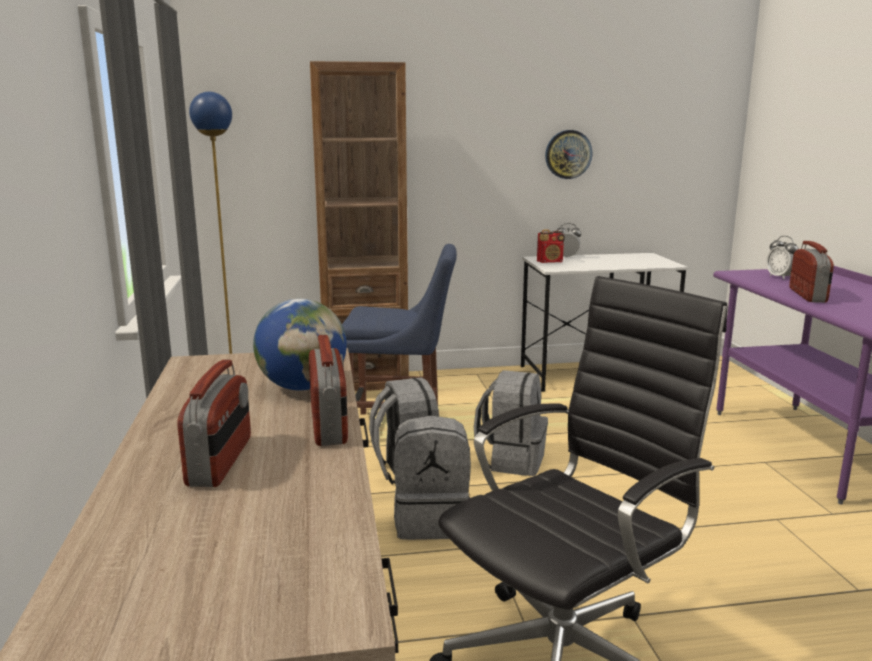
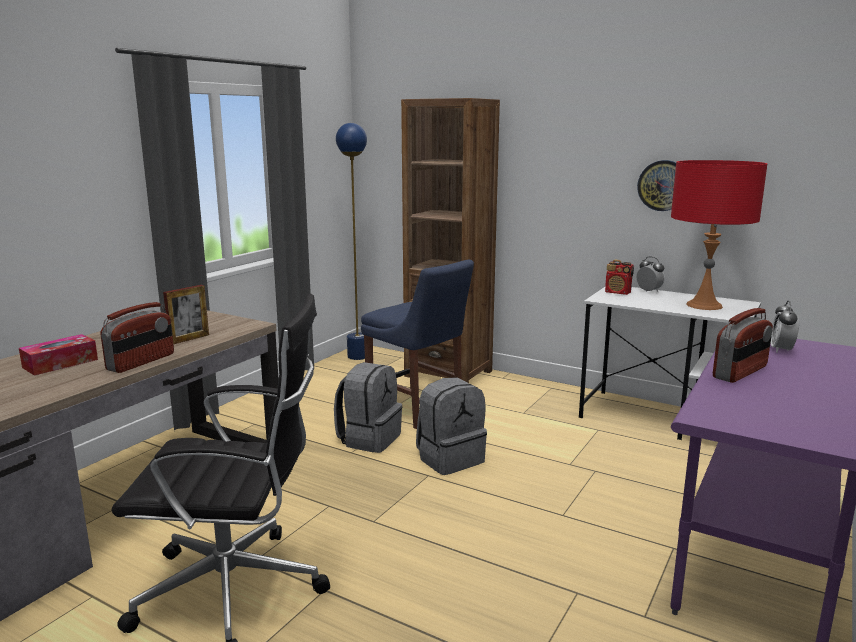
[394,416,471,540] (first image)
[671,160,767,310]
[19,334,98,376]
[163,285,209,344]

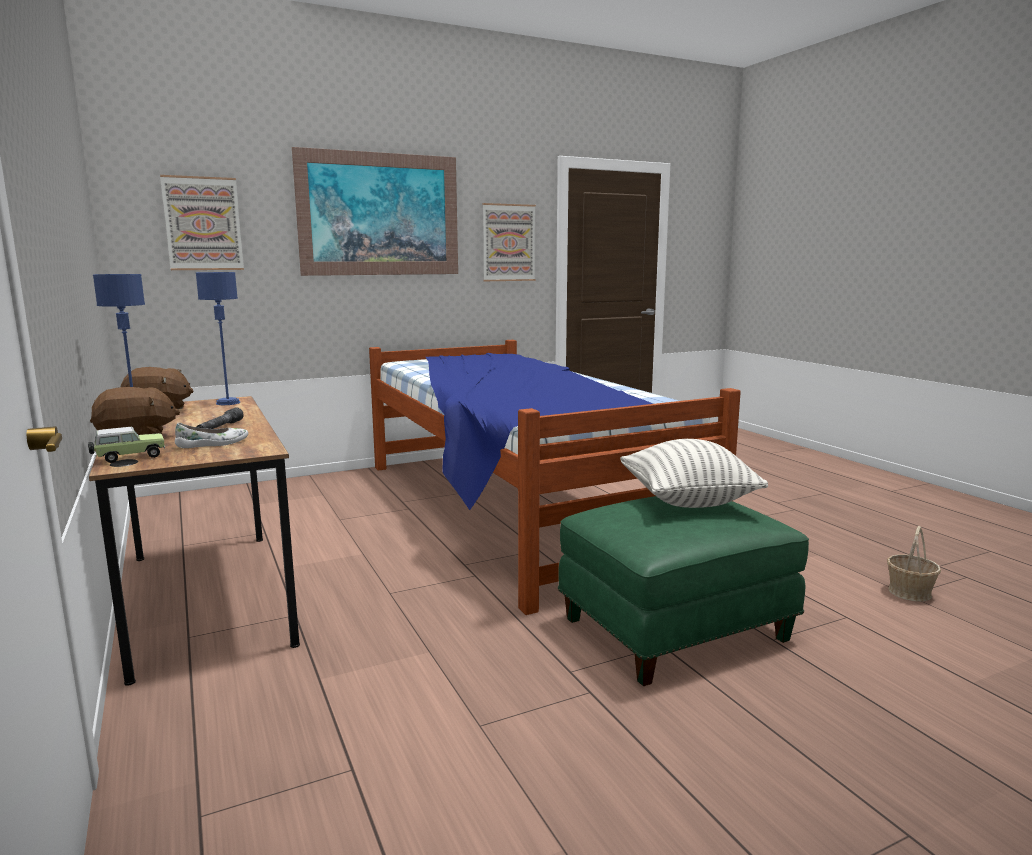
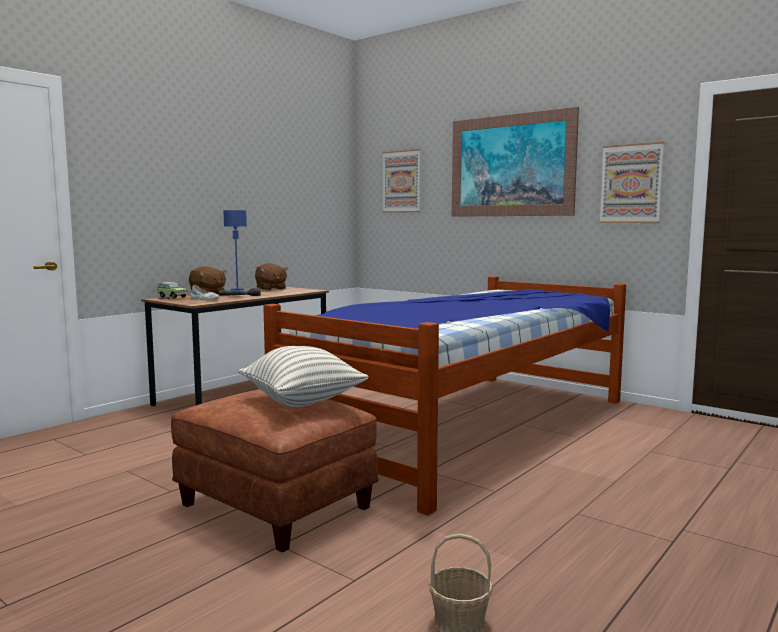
[196,272,240,405] (first image)
[171,389,379,553]

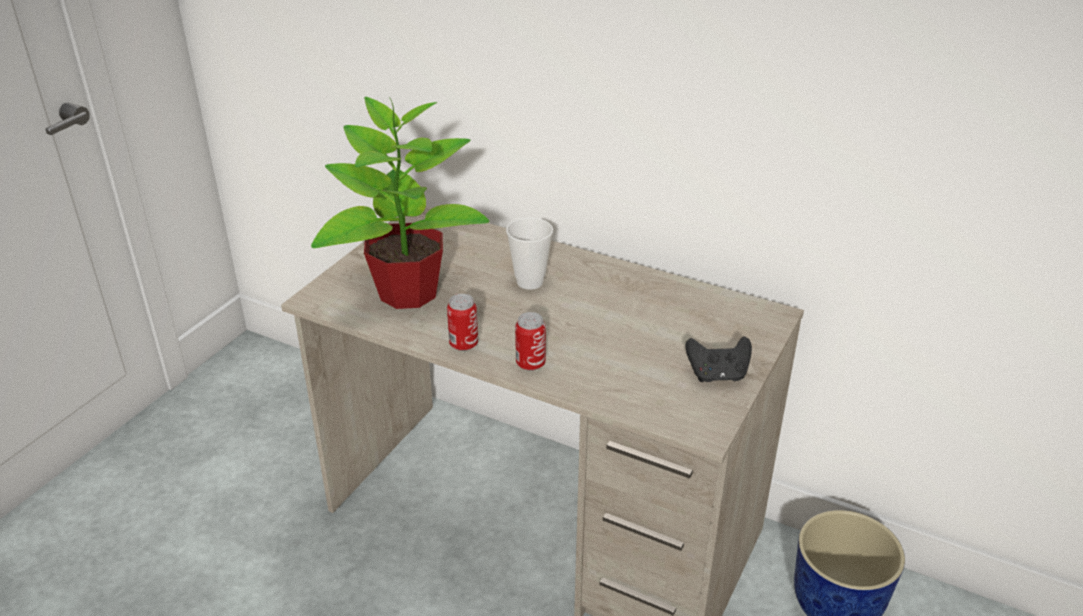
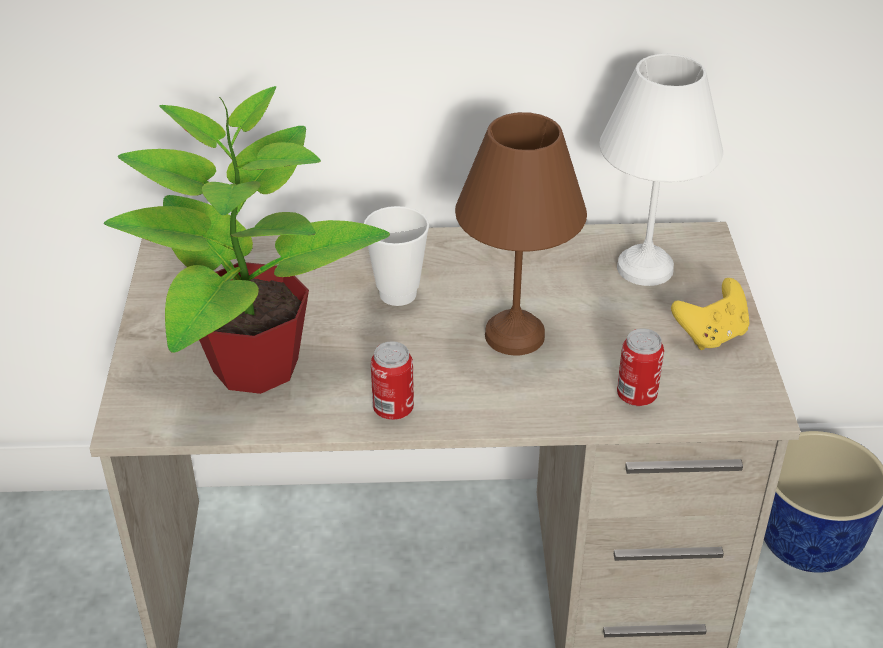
[455,112,587,355]
[600,54,723,286]
[617,328,664,406]
[671,278,749,350]

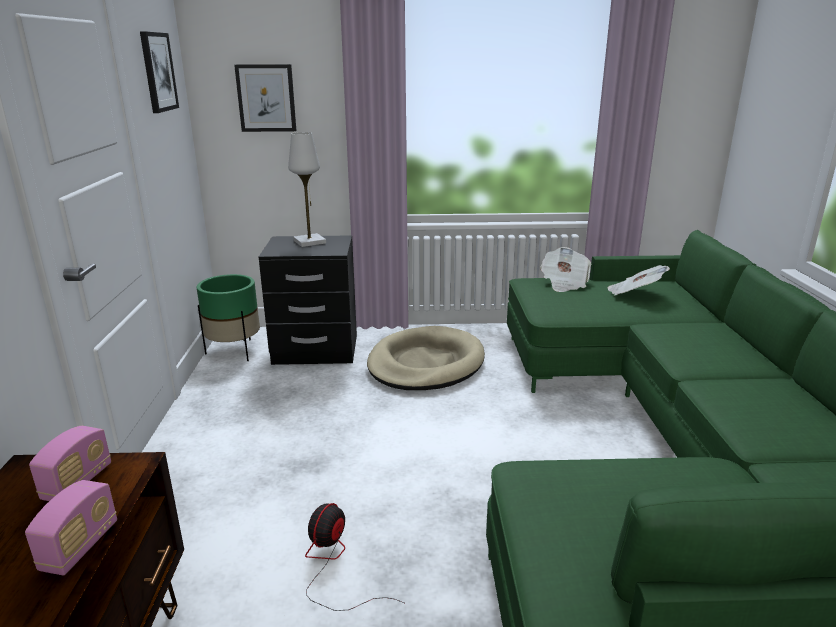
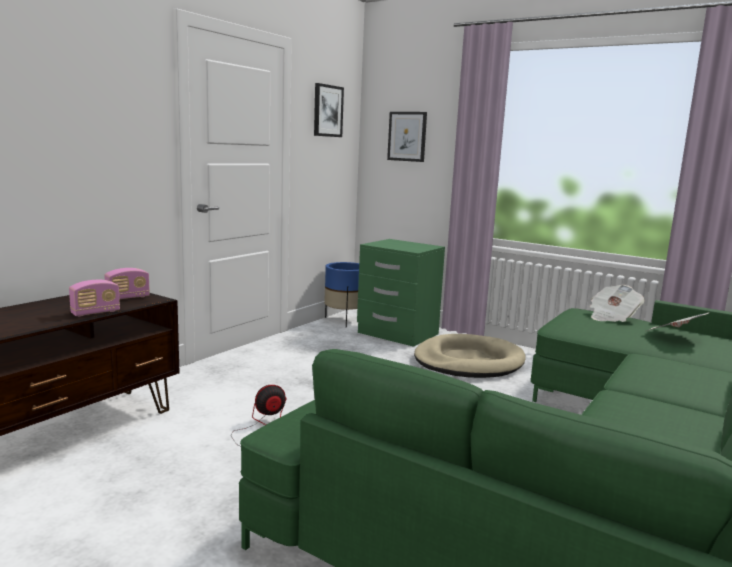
[288,132,326,247] (first image)
[324,262,359,328]
[357,239,445,347]

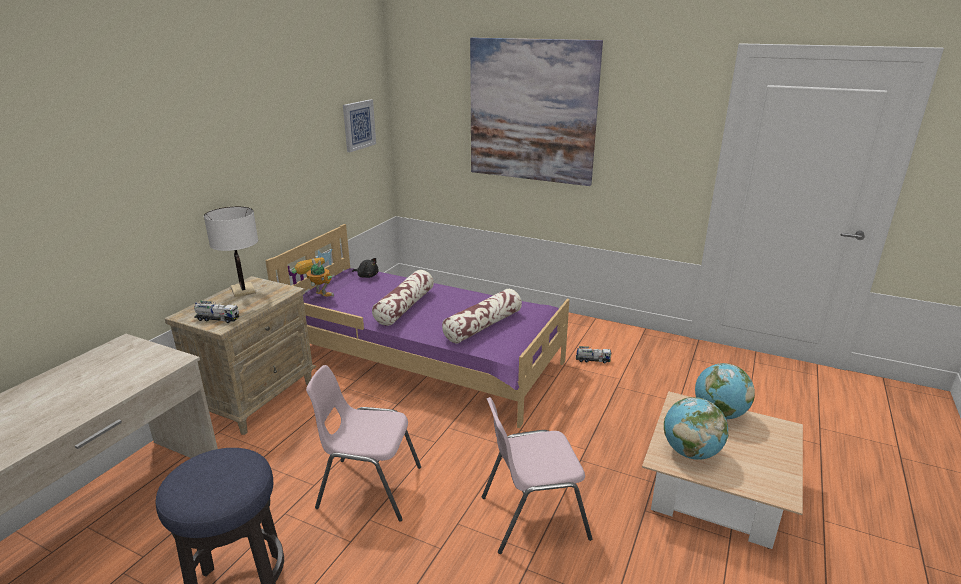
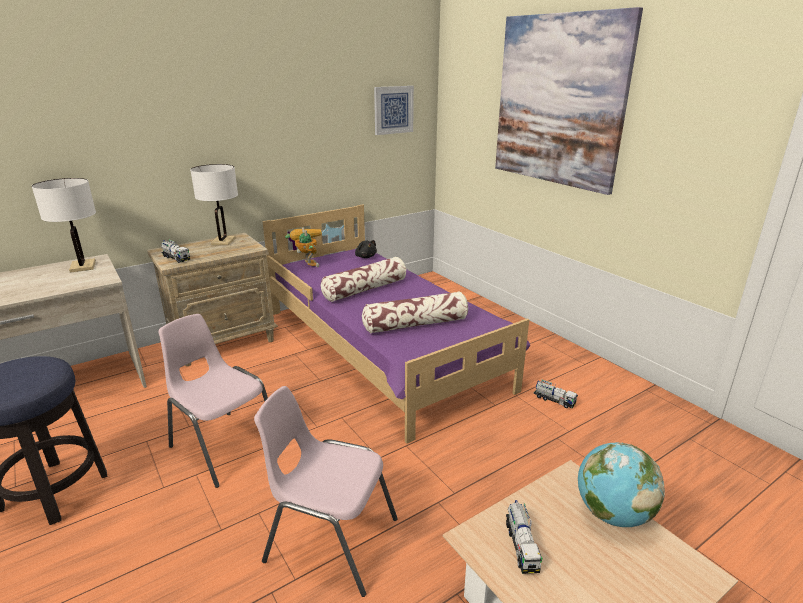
[32,178,96,273]
[506,500,542,574]

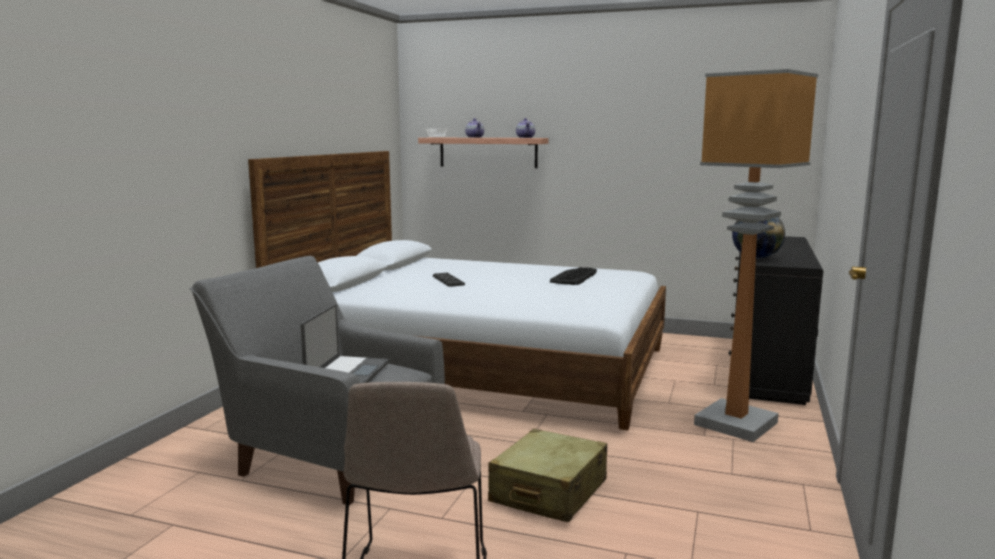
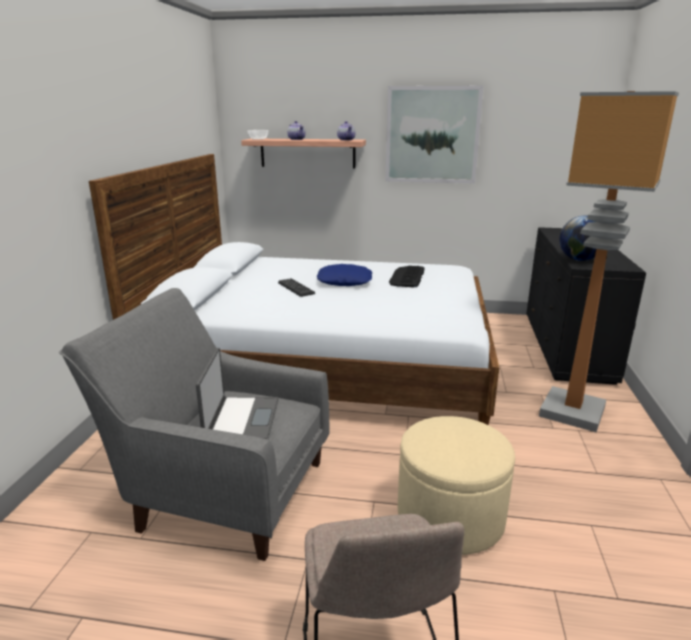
[317,264,372,286]
[385,86,484,183]
[398,416,515,555]

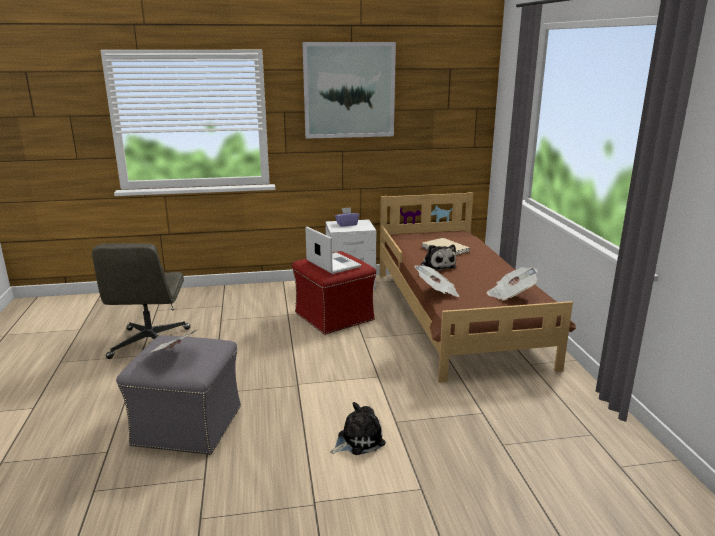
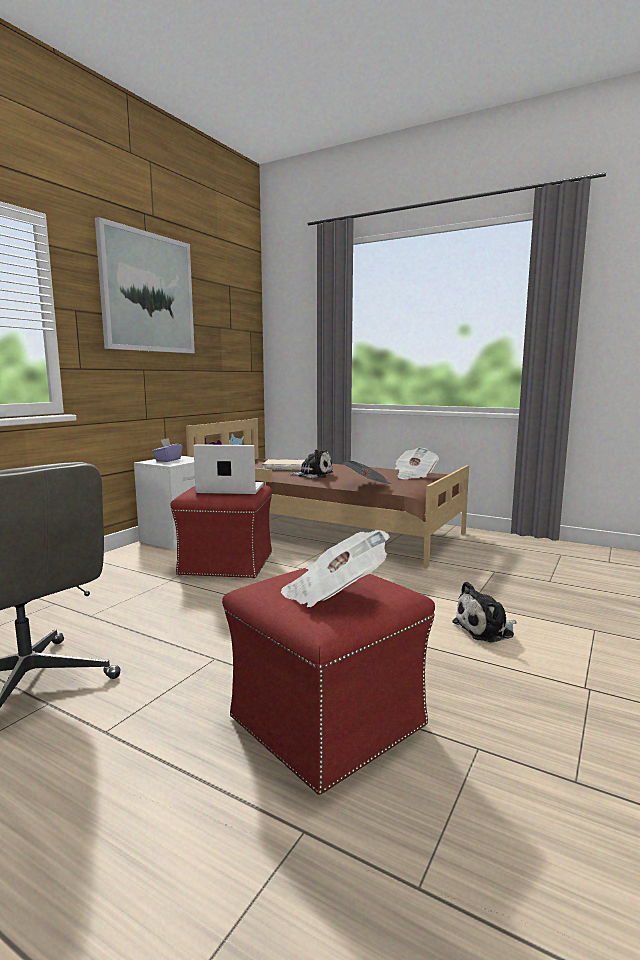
[222,568,435,795]
[452,581,517,643]

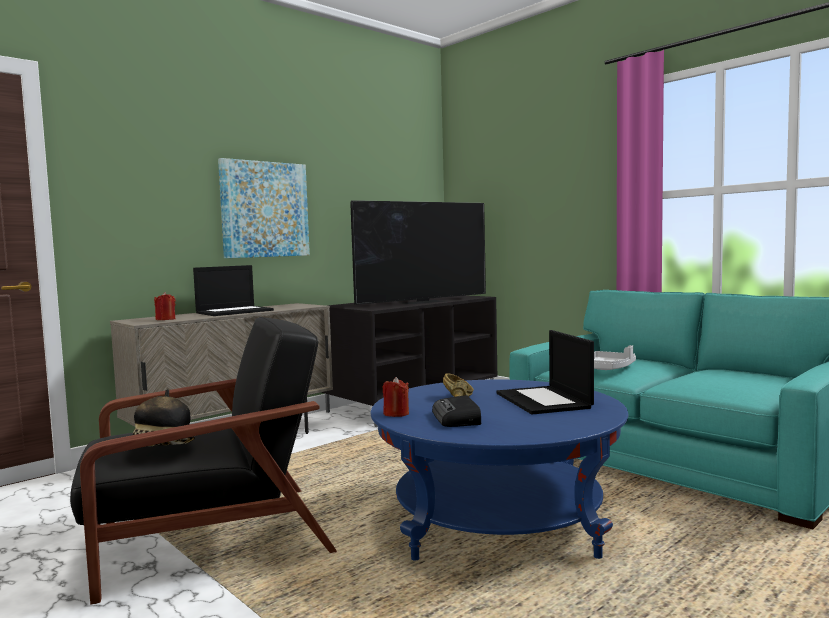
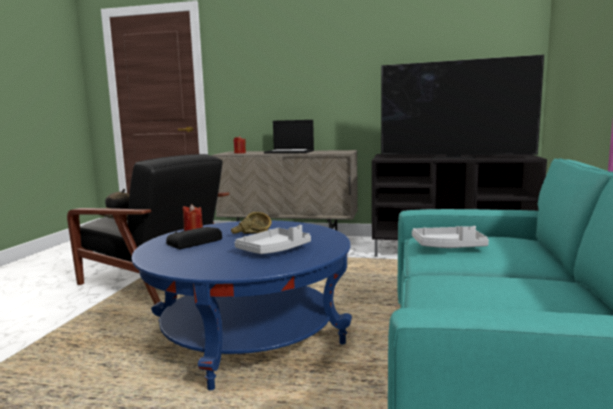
[218,158,310,258] (first image)
[235,225,311,254]

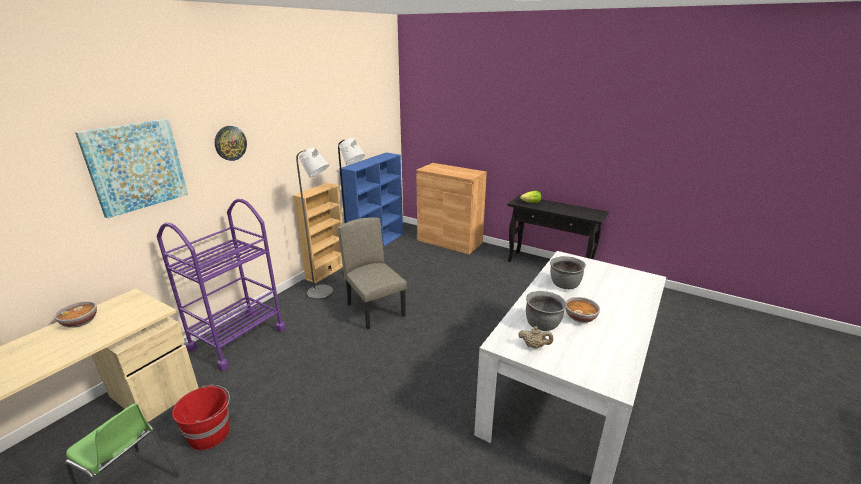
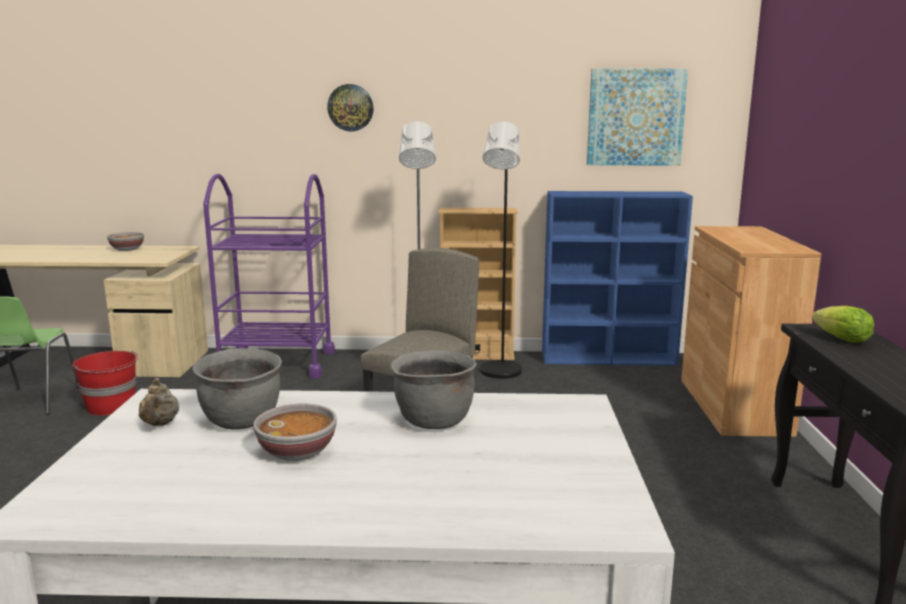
[587,68,688,165]

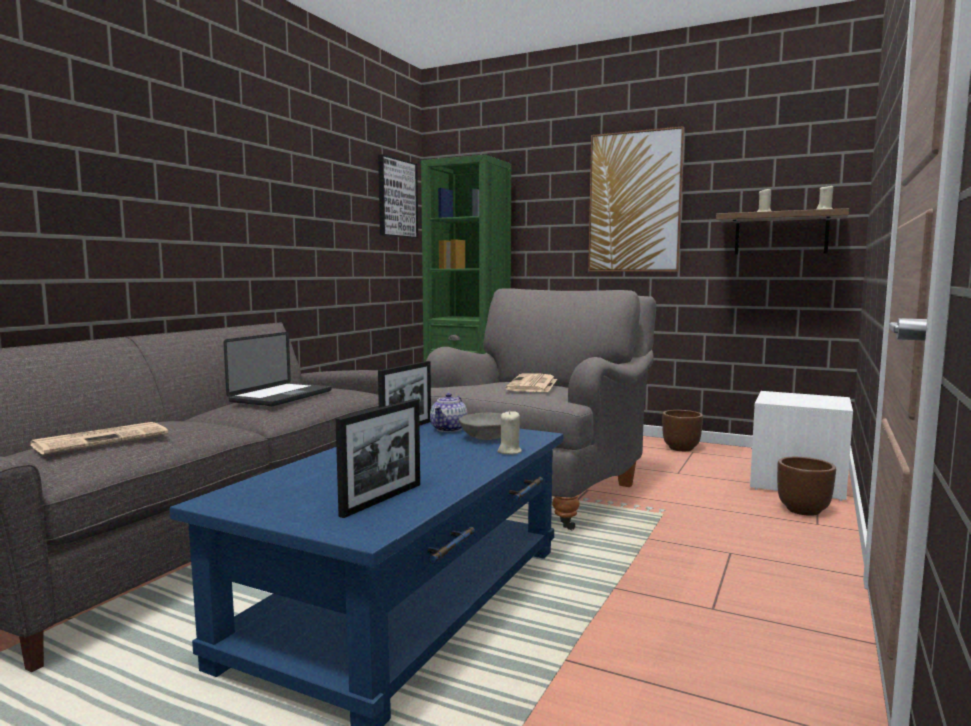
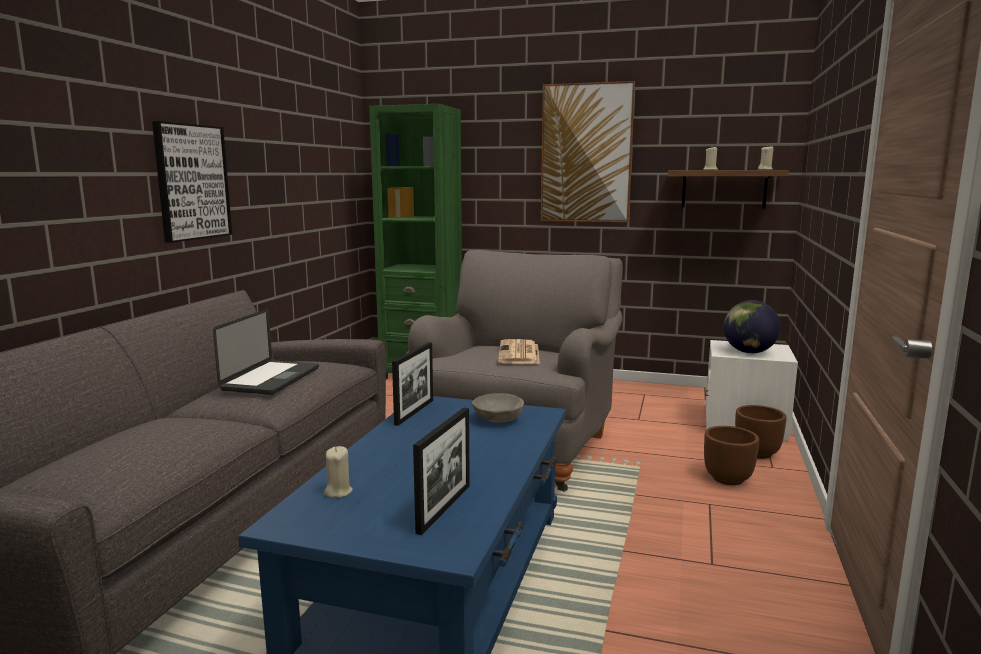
[30,422,168,455] (first image)
[430,393,468,432] (first image)
[724,300,780,353]
[152,121,232,243]
[324,446,353,498]
[704,426,759,485]

